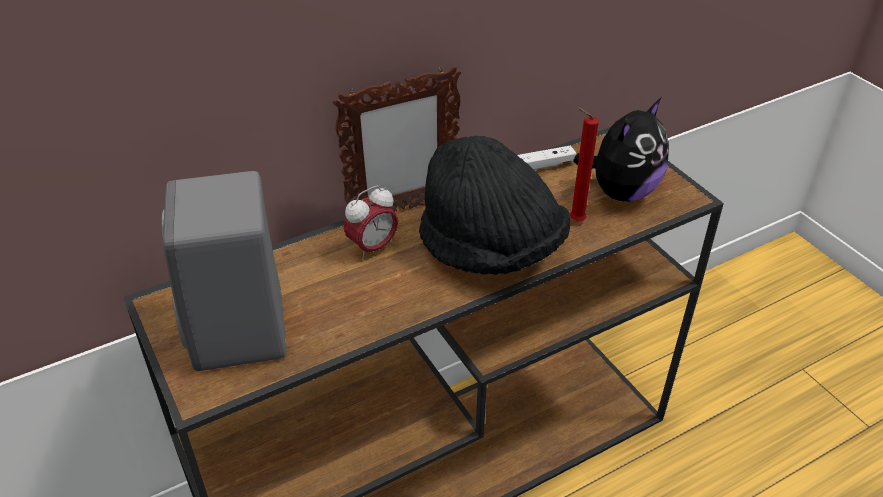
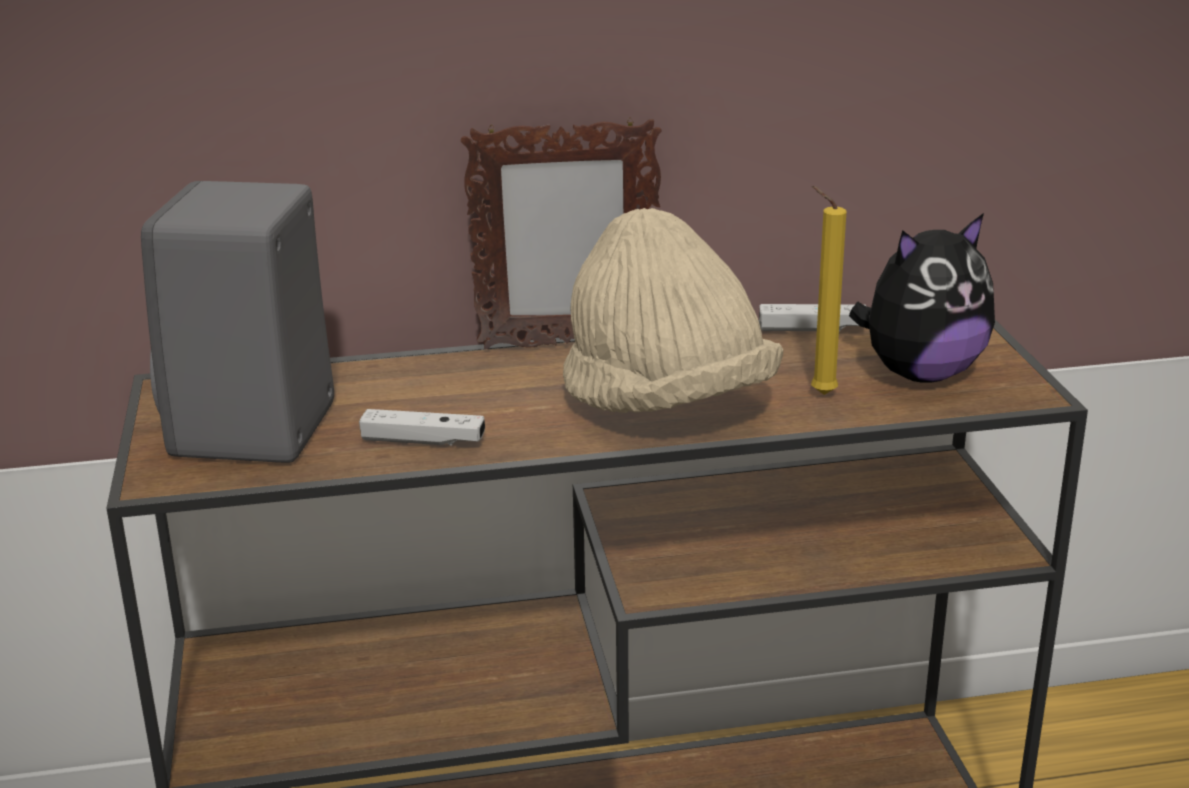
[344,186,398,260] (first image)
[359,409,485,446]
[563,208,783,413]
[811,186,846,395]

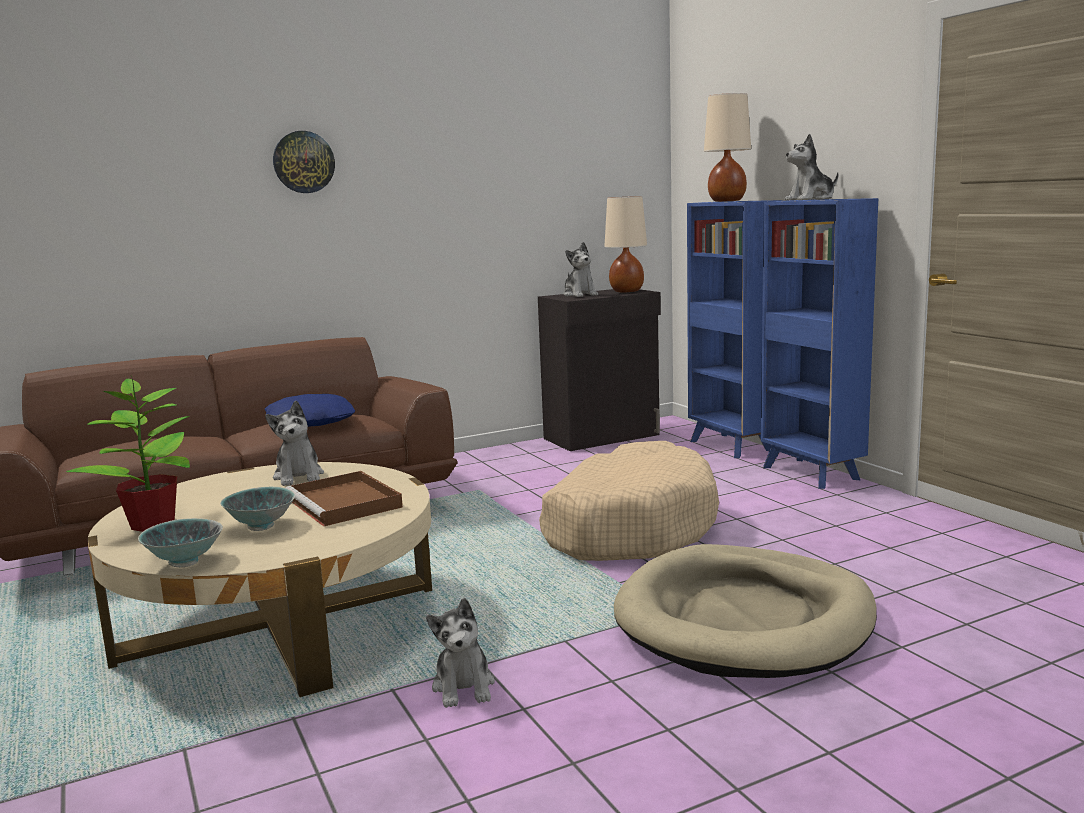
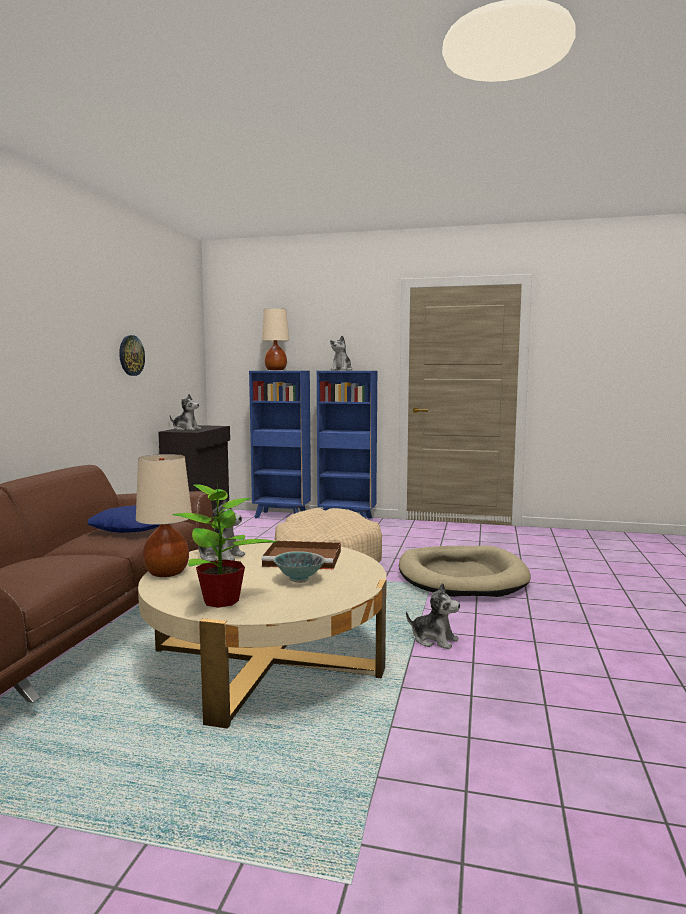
[138,518,223,567] (first image)
[119,335,145,376]
[136,454,192,577]

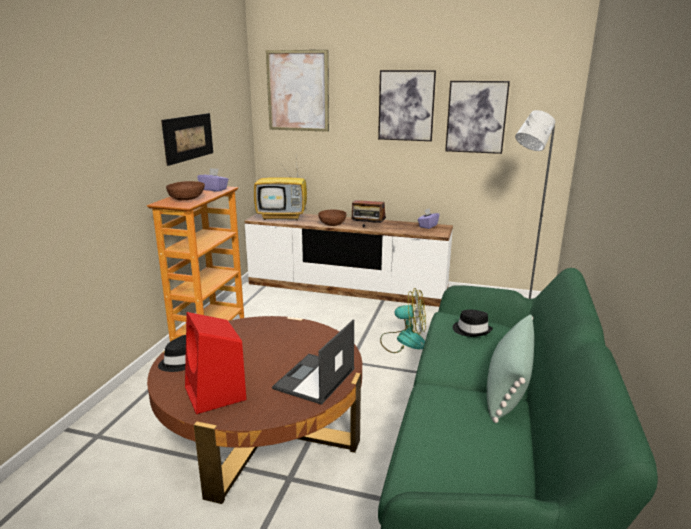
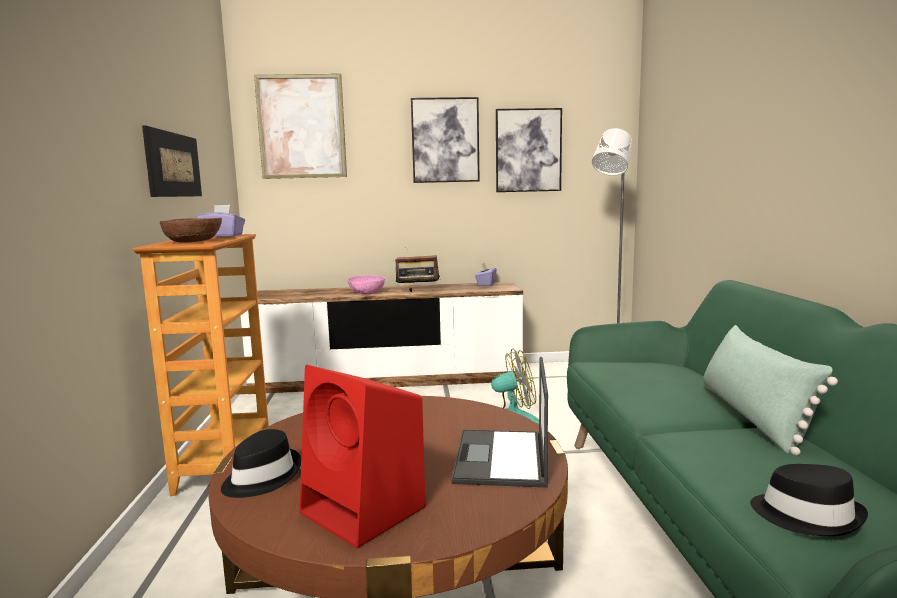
[254,151,307,220] (first image)
[750,464,868,536]
[347,275,385,294]

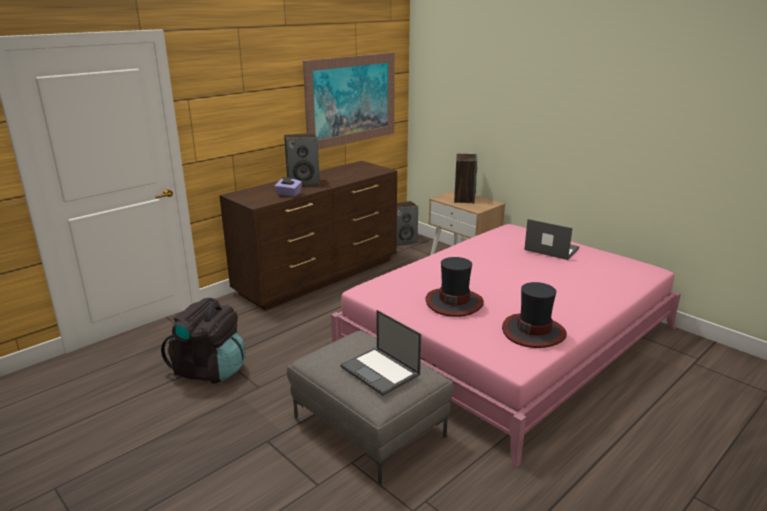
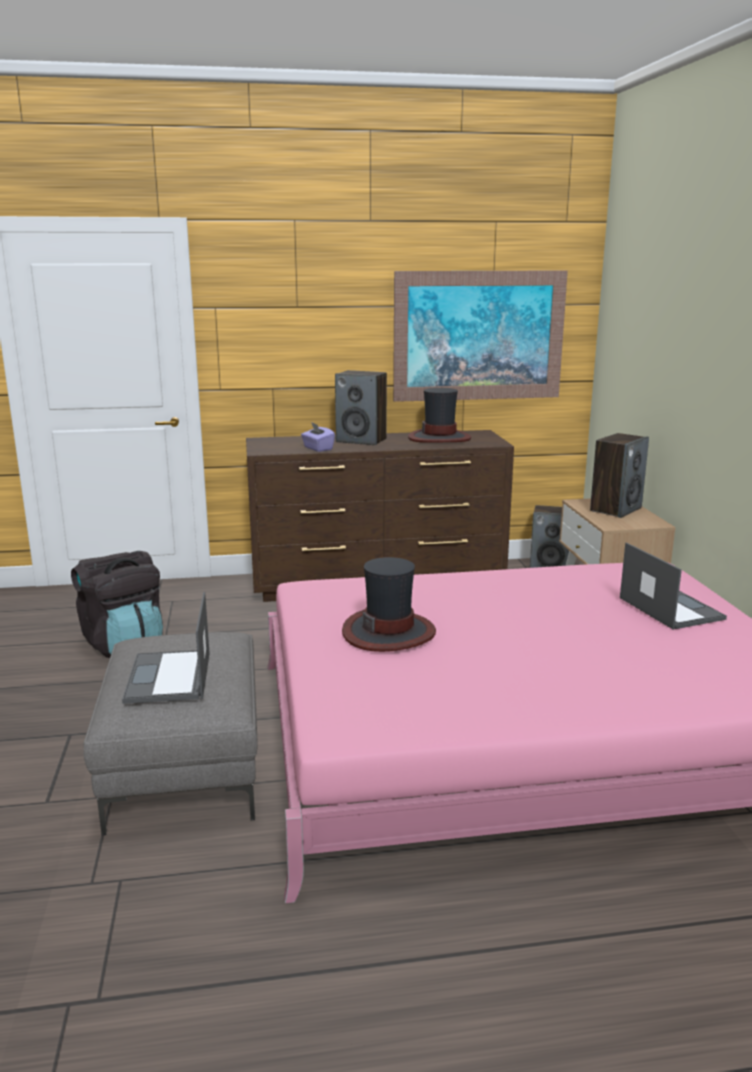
[408,388,471,443]

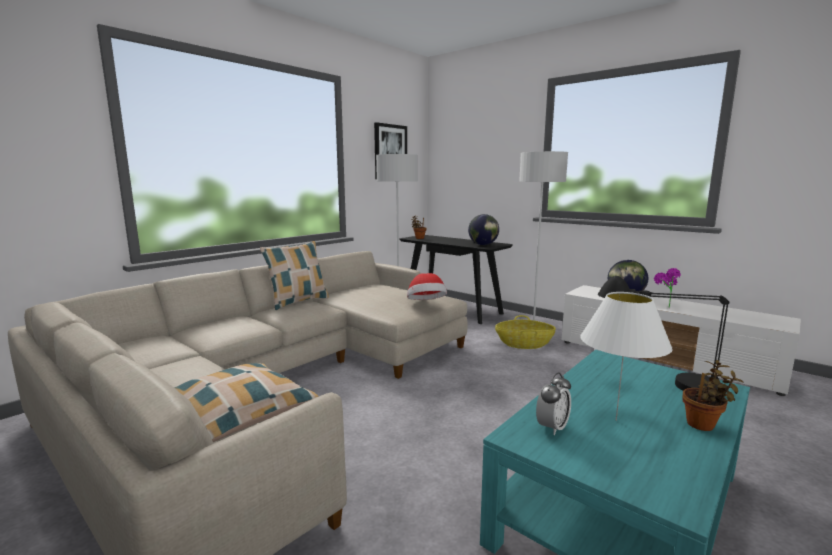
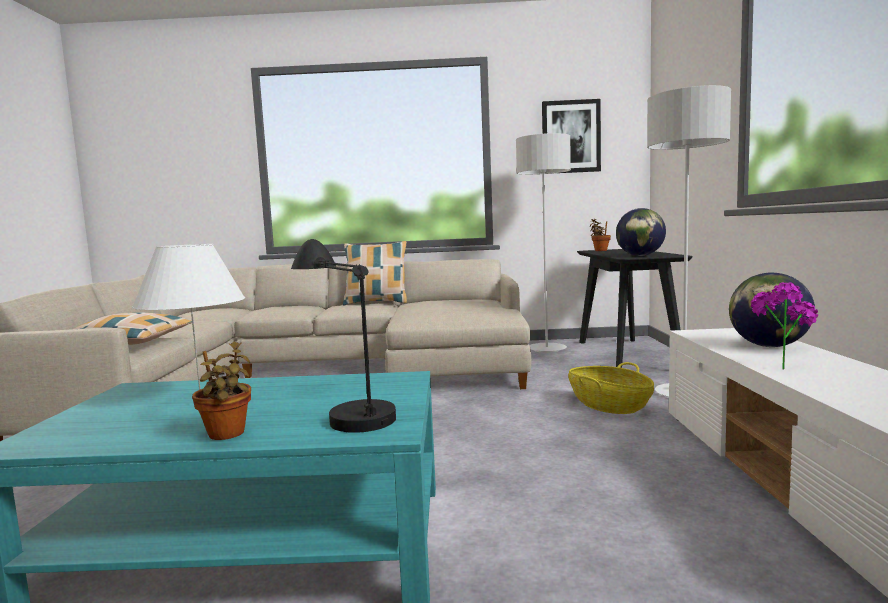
[407,273,447,300] (first image)
[536,373,571,435] (first image)

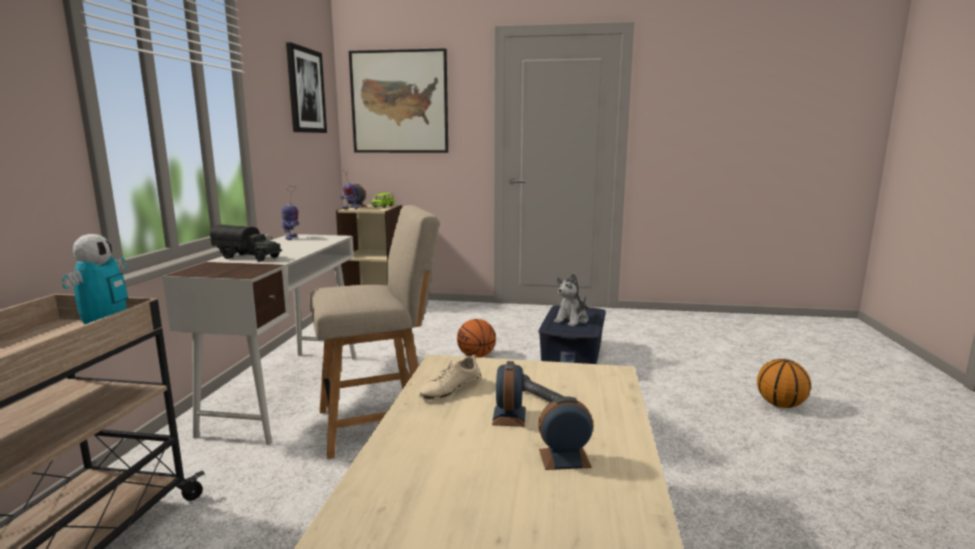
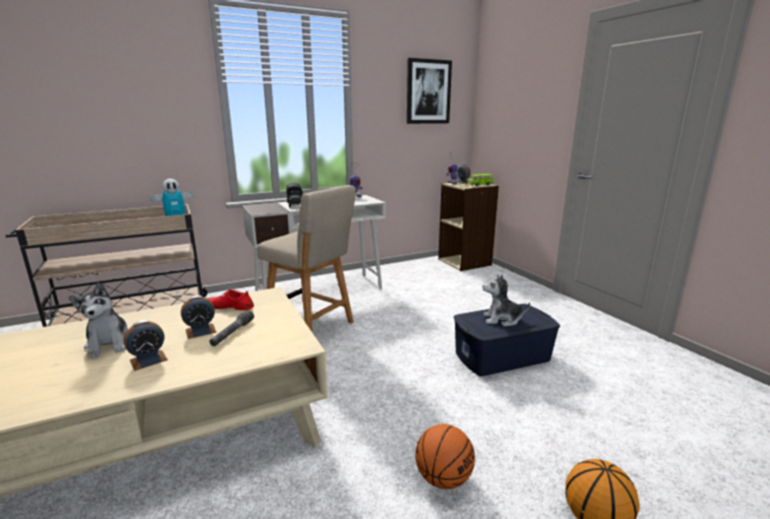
[349,48,448,153] (first image)
[68,283,128,358]
[415,424,475,489]
[208,289,254,310]
[124,320,168,371]

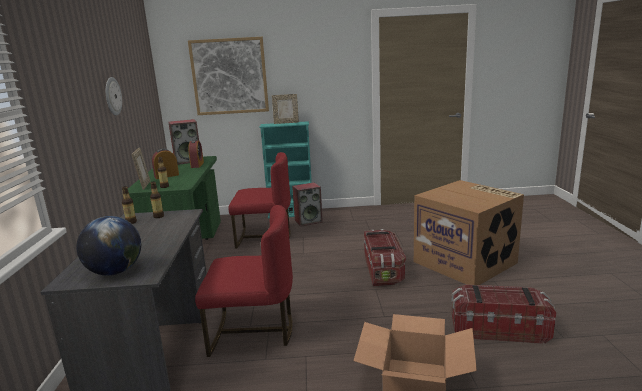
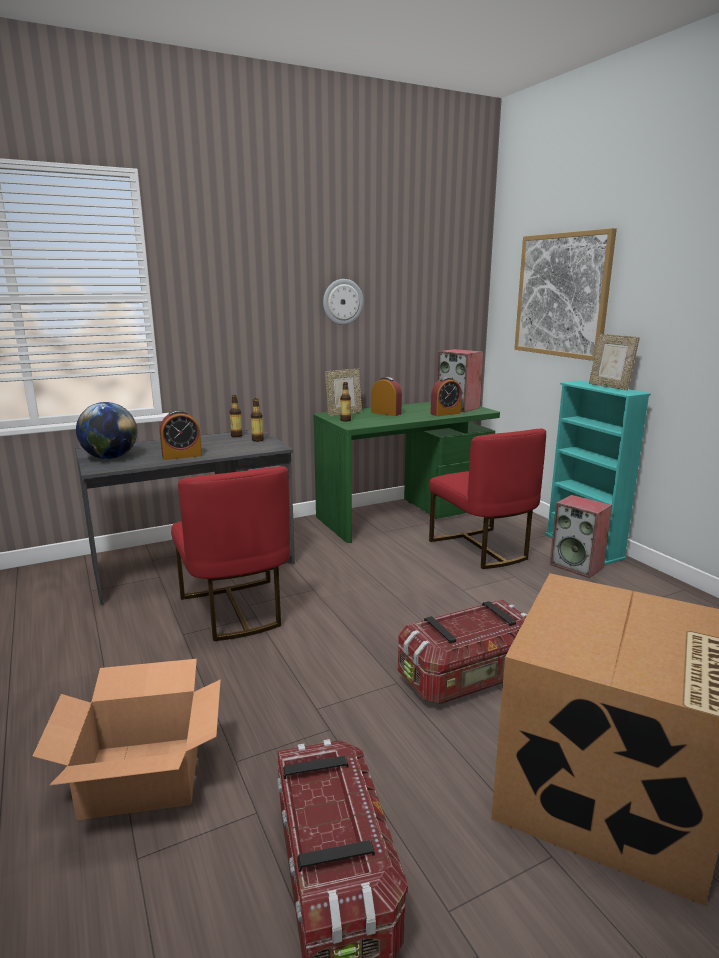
[160,410,202,460]

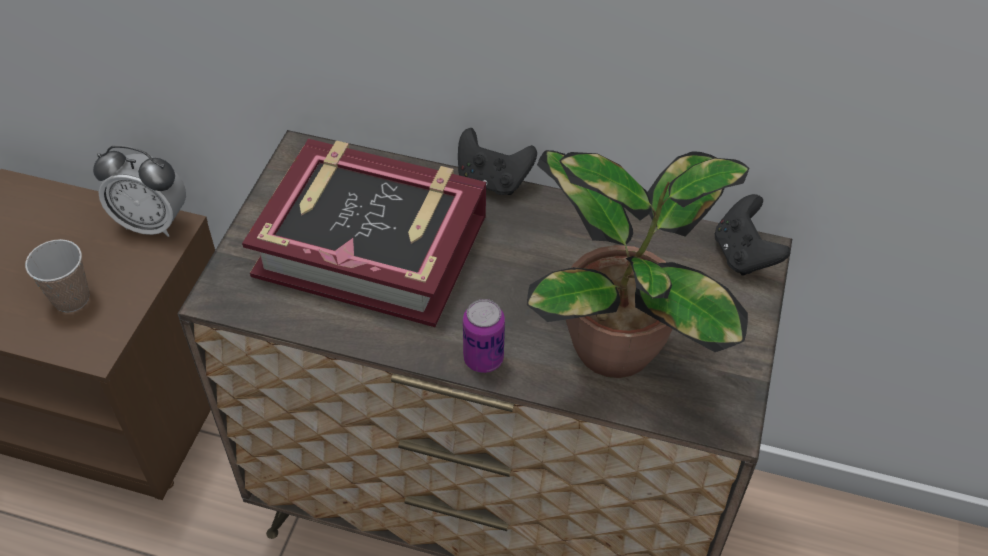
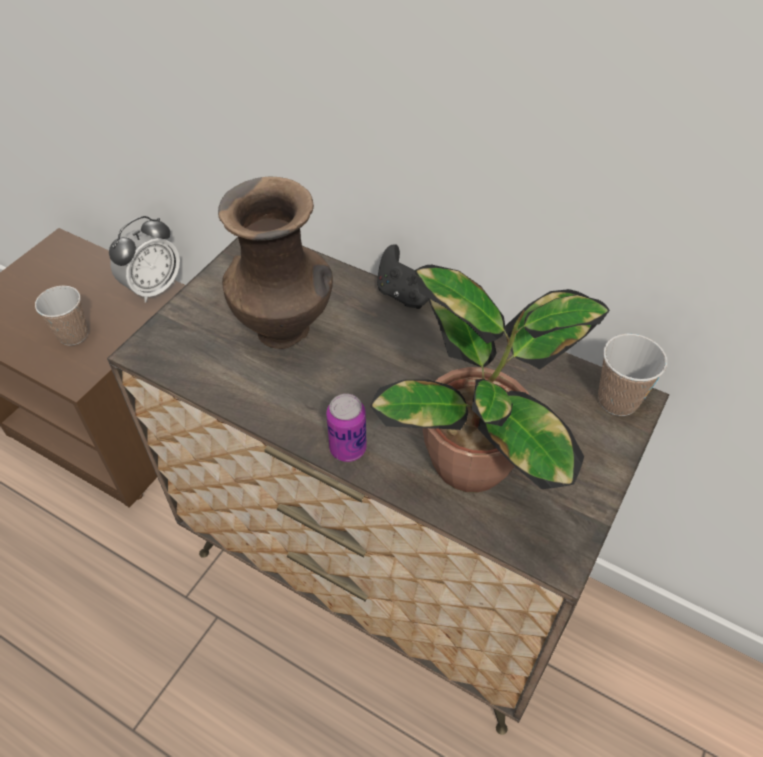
[218,176,333,349]
[598,334,667,416]
[109,216,180,303]

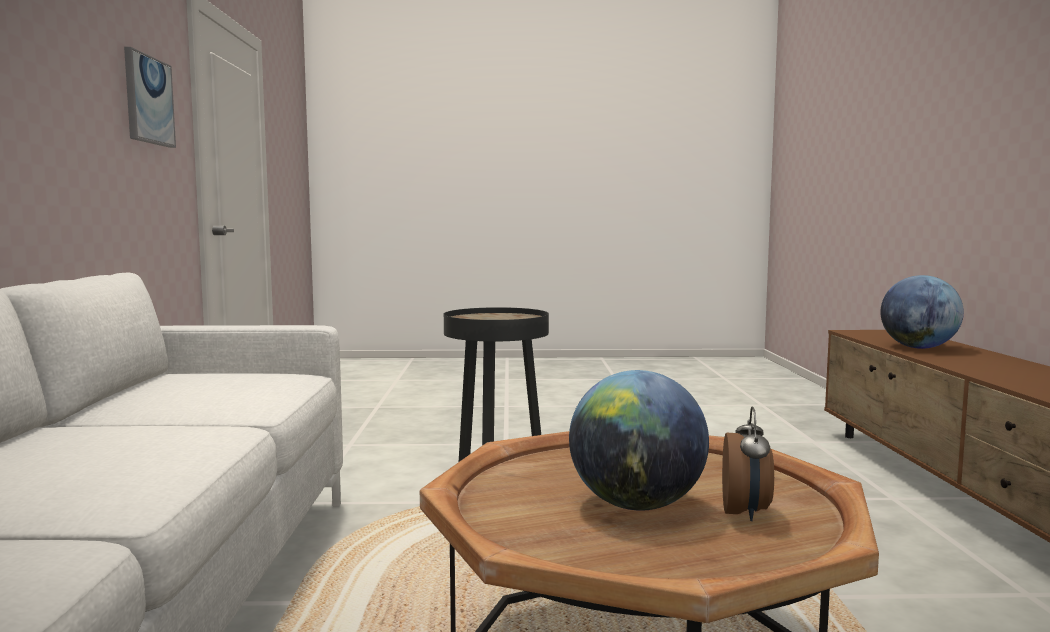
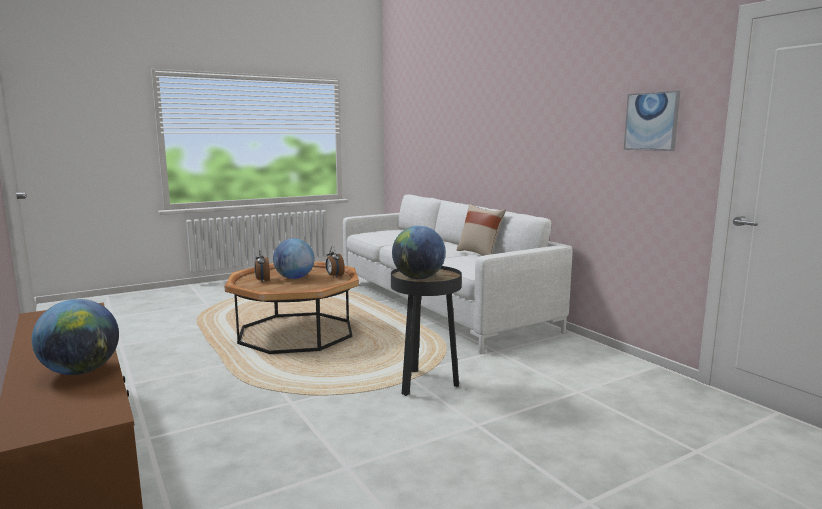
[326,247,345,278]
[392,226,446,279]
[457,204,506,256]

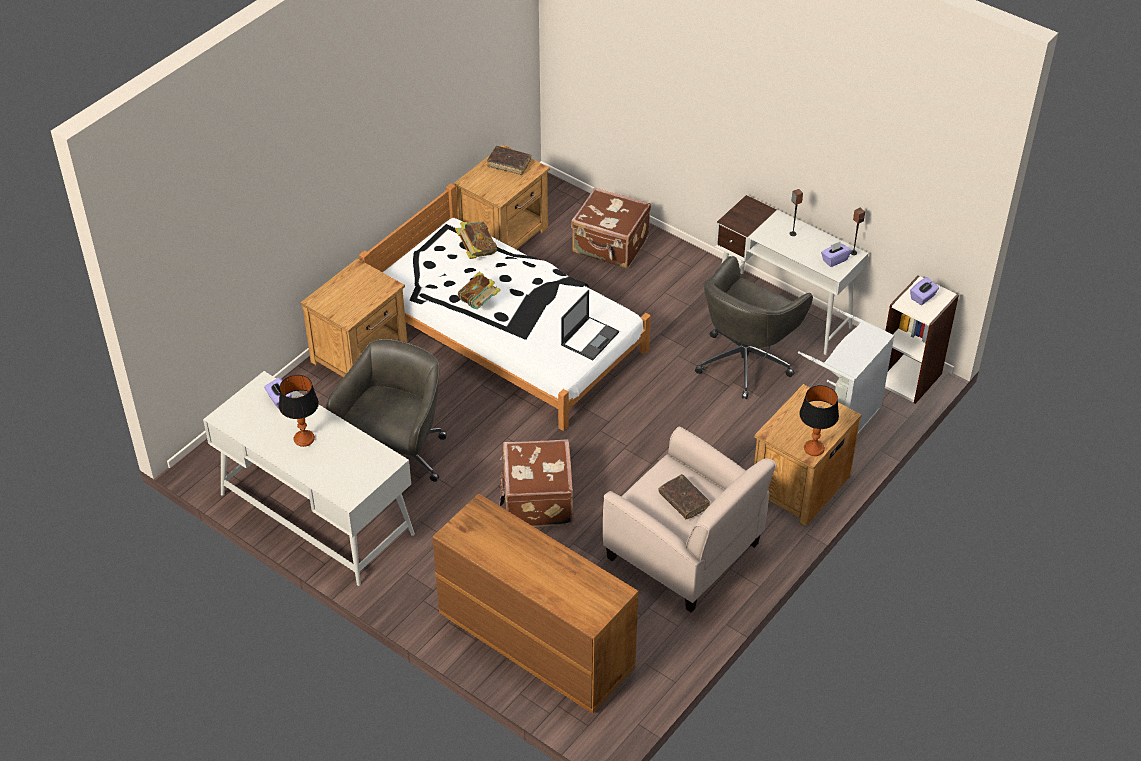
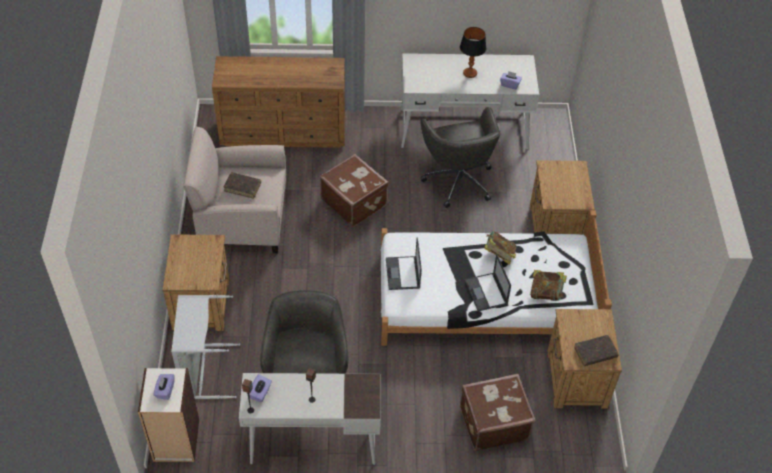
[799,385,839,456] (first image)
[465,254,511,311]

